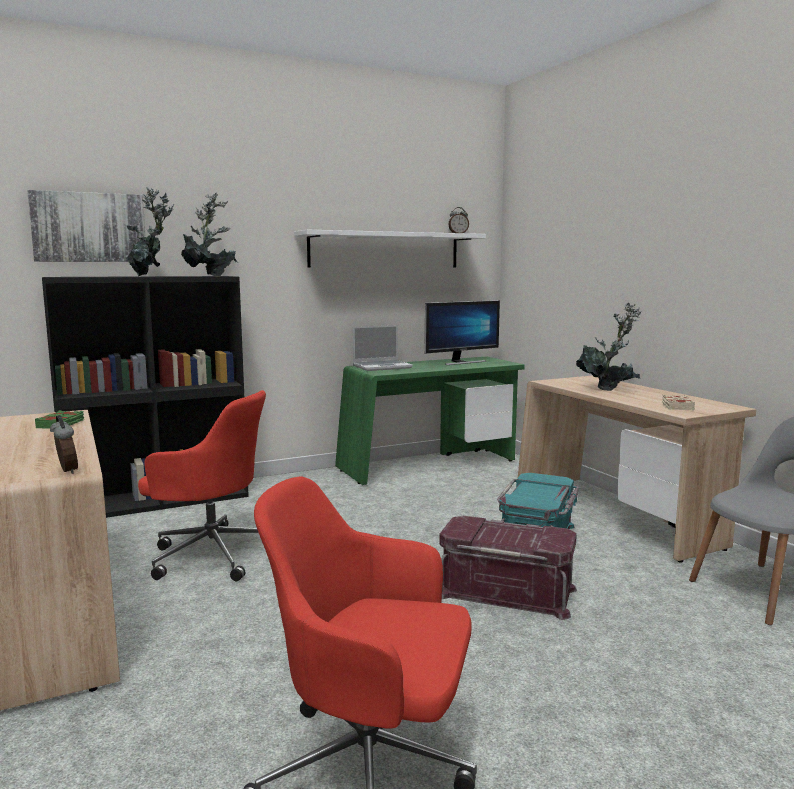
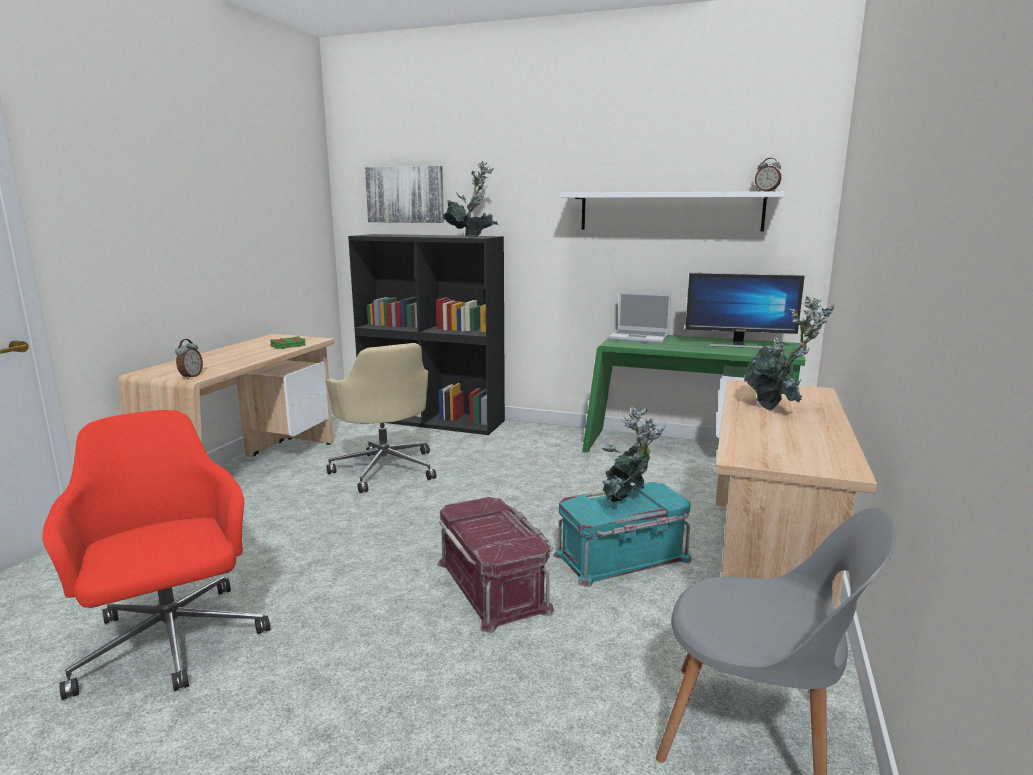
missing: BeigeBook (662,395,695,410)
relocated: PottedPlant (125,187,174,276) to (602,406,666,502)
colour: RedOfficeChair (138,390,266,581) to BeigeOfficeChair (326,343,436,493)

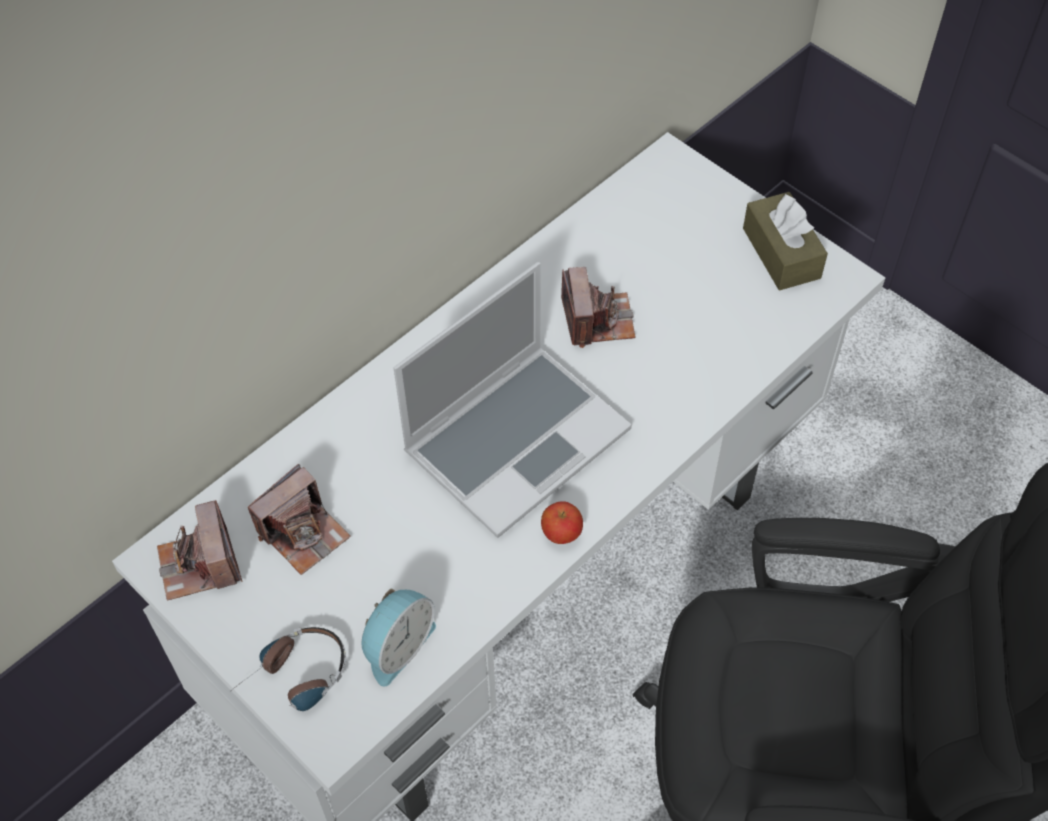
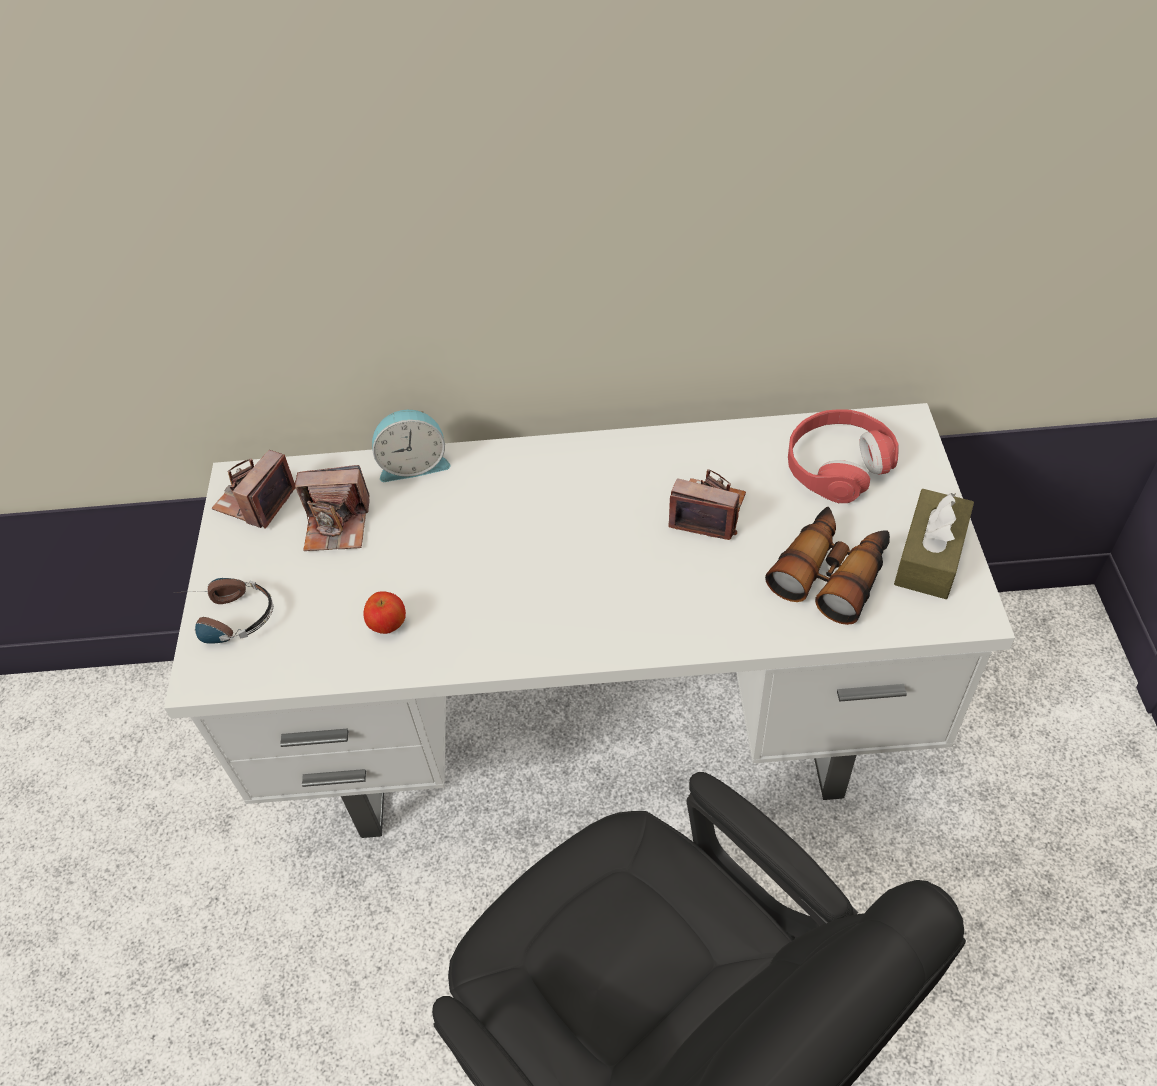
missing: Laptop (393,262,632,538)
appeared: Binoculars (765,507,890,625); RedHeadphones (788,409,899,503)
relocated: Apple (541,501,583,544) to (364,591,406,634); AlarmClock (362,589,436,686) to (372,410,450,482)
spun: PhotoCamera (561,267,636,348) = (669,469,746,540) 105 degrees counterclockwise

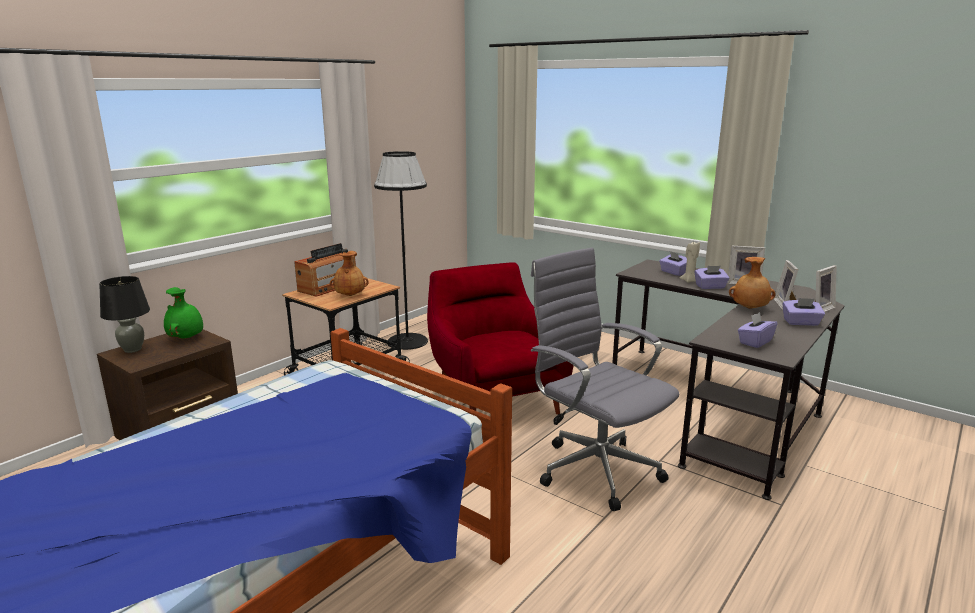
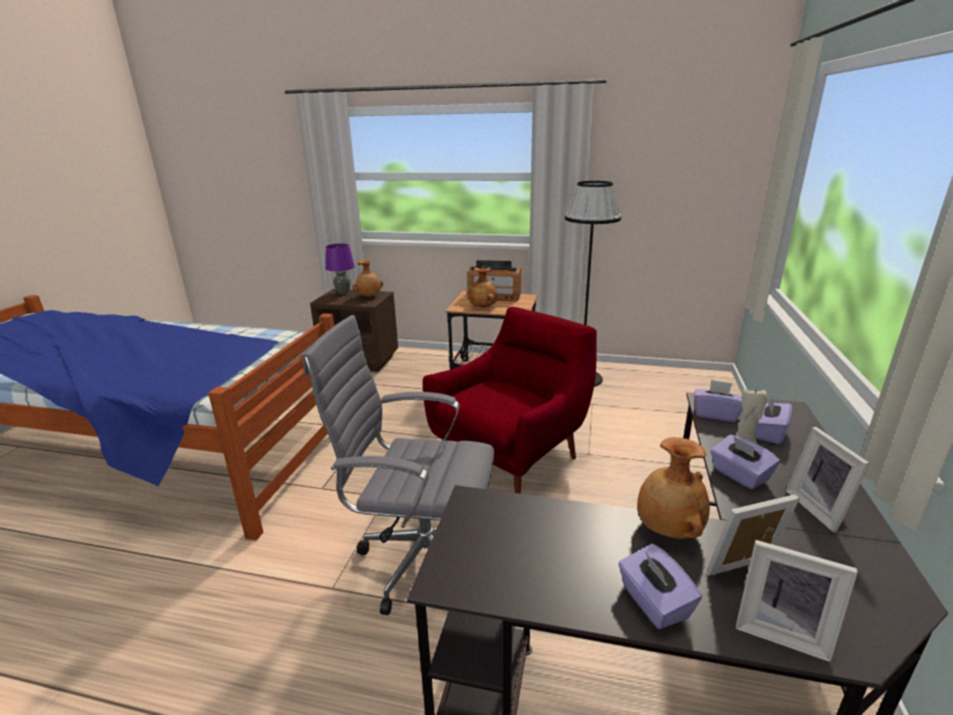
relocated: PurpleTissueBox (738,312,777,348) to (694,380,742,422)
colour: BlackTableLamp (99,276,150,353) to PurpleTableLamp (325,243,355,294); GreenVase (164,287,203,339) to BrownVase (352,260,383,297)
spun: GreyOfficeChair (531,248,679,511) = (303,315,494,615) 105 degrees counterclockwise

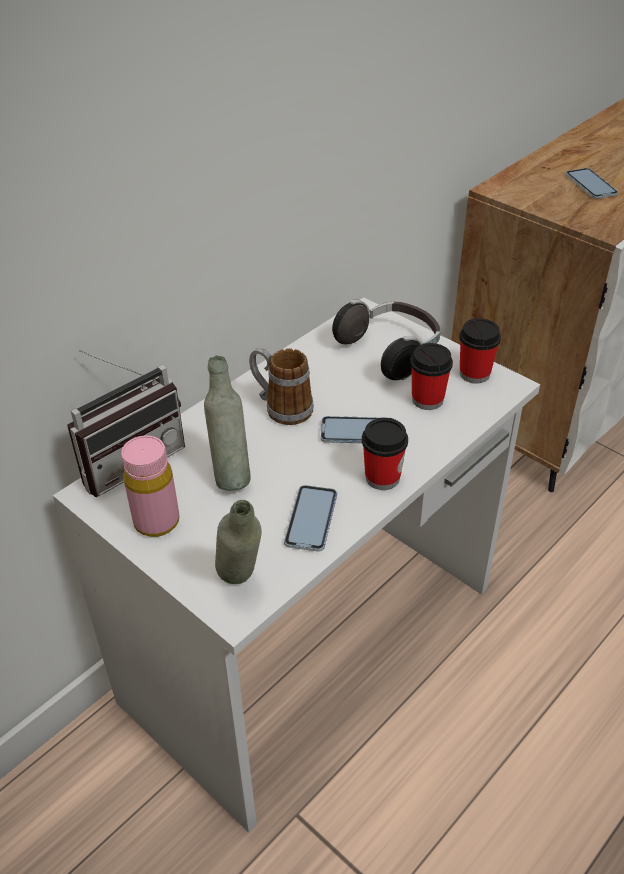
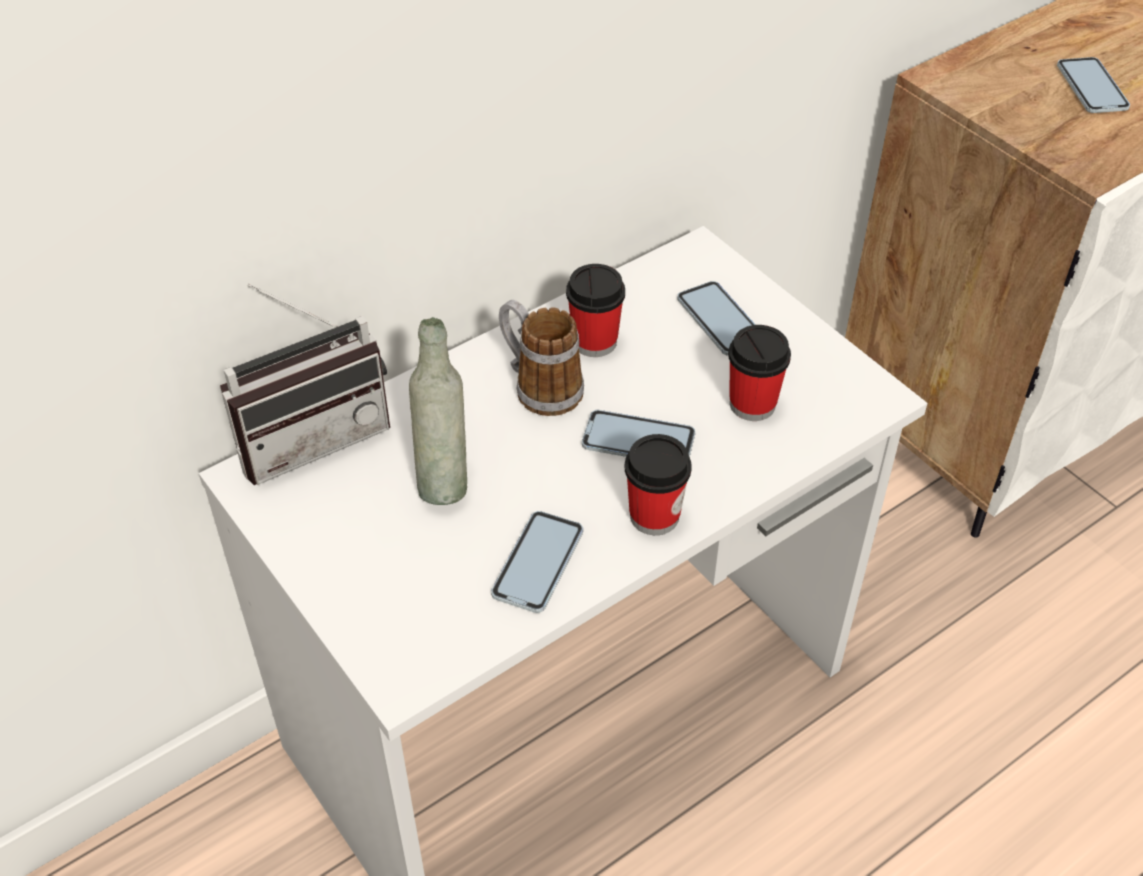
missing: PinkBottle (121,436,179,537); GreyBottle (215,500,262,584)
relocated: Cup (460,318,501,384) to (566,264,625,357)
exchanged: Headphones (332,299,441,380) to Phone (677,281,756,356)

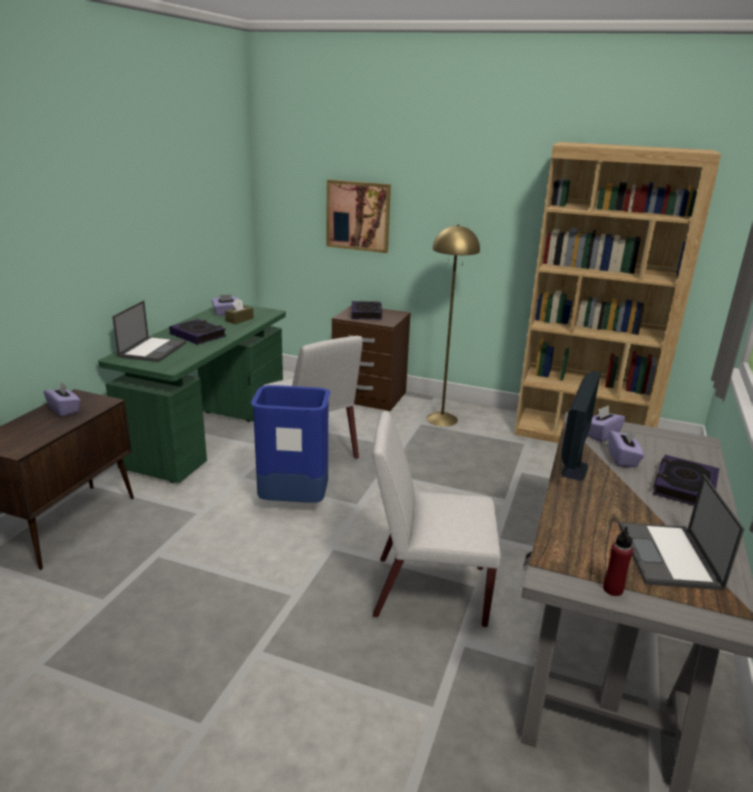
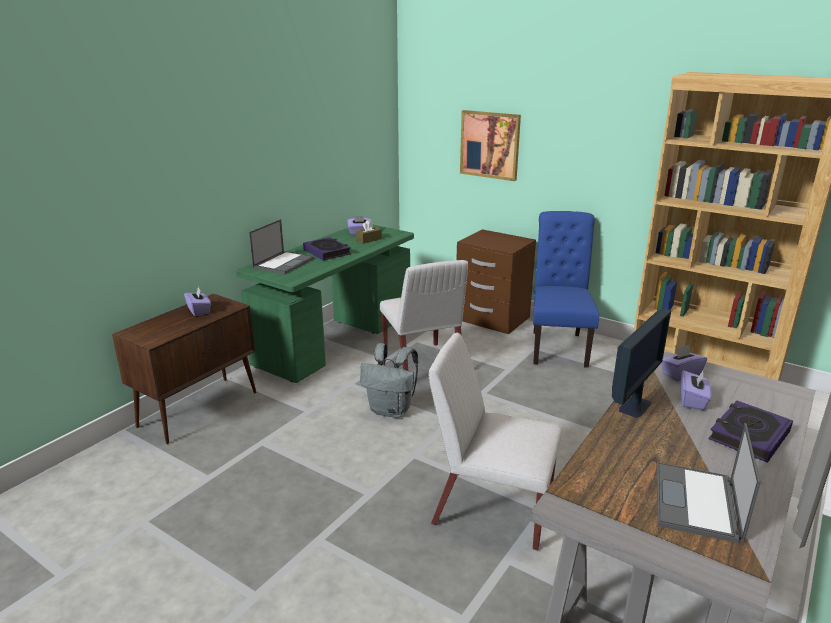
missing: Book (351,301,382,320); RedBottle (603,526,633,596)
exchanged: BlueTrashCan (251,385,331,503) to GreyBackpack (360,343,418,418); YellowFloorLamp (426,224,480,426) to BlueChair (533,211,599,368)

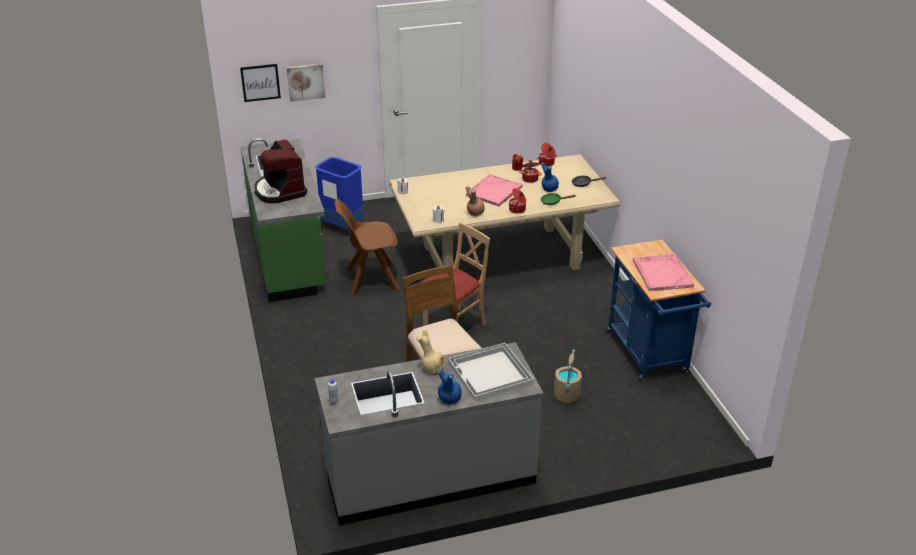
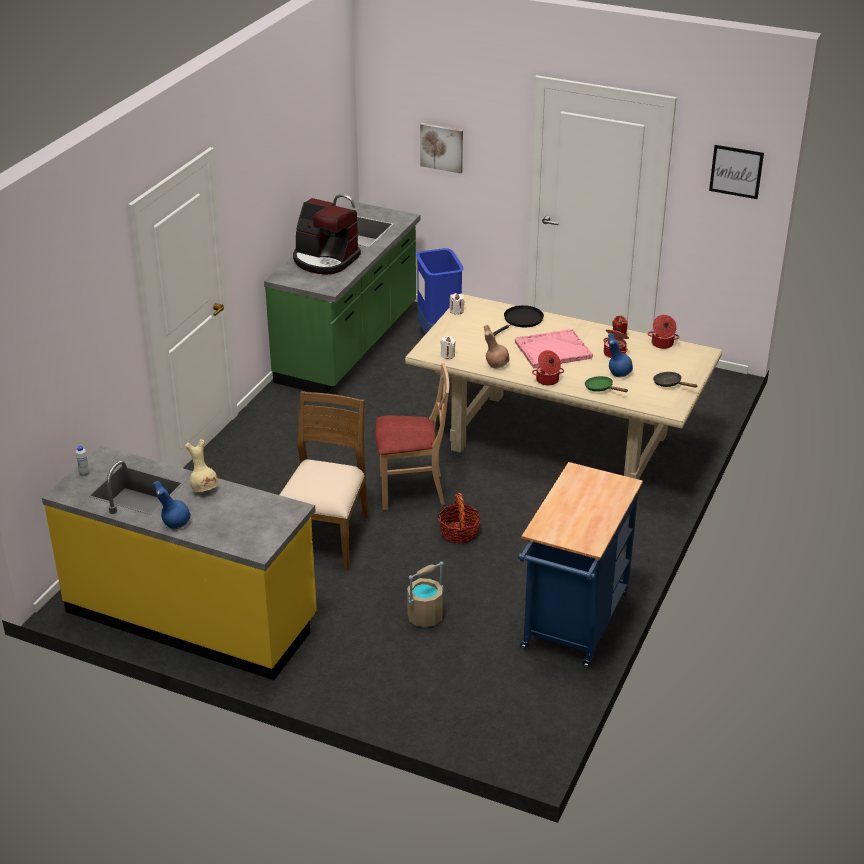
missing: BrownChair (335,199,399,295); WhiteTray (448,343,534,401); PinkTray (633,254,694,291)
appeared: Basket (438,493,481,543); BlackFryingPan (493,305,544,336)
relocated: Picture (240,64,281,102) to (709,145,764,199)
colour: GreyCounter (314,342,543,526) to YellowCounter (42,445,317,680)
spun: CoffeeMachine (254,139,307,203) = (293,198,361,275) 75 degrees counterclockwise

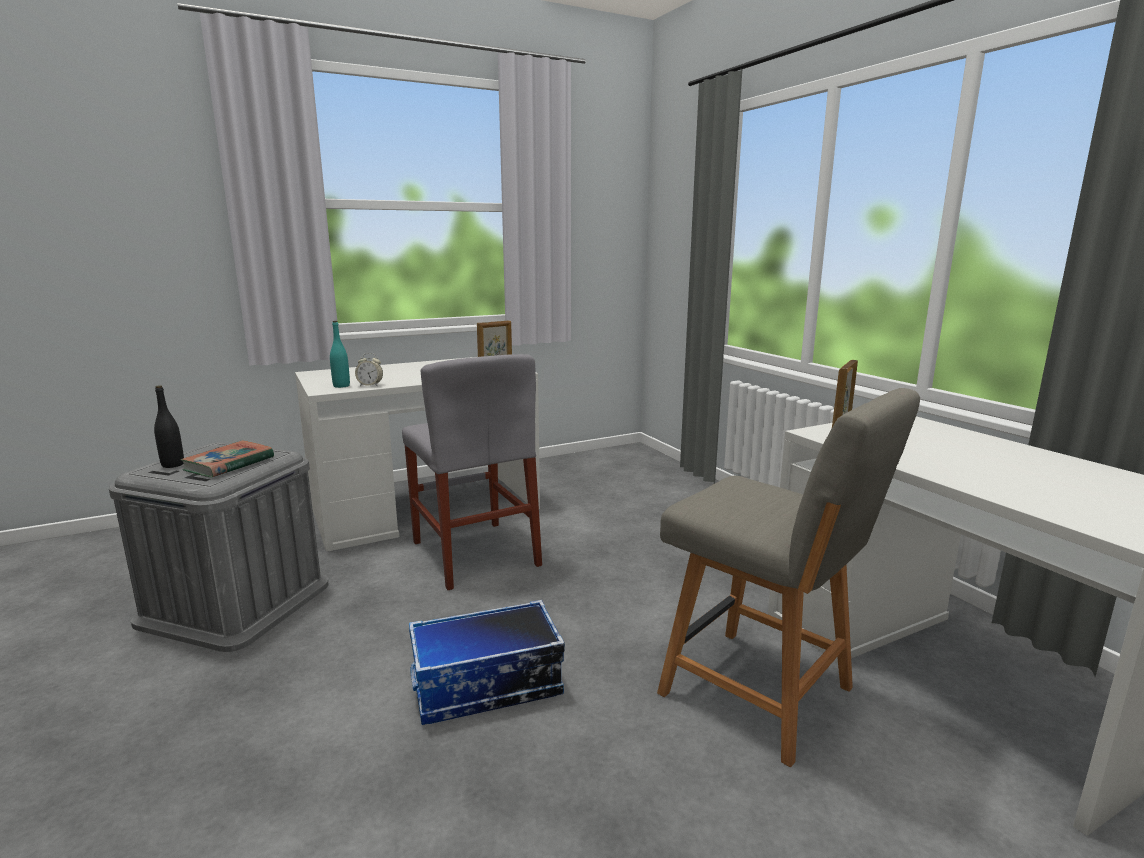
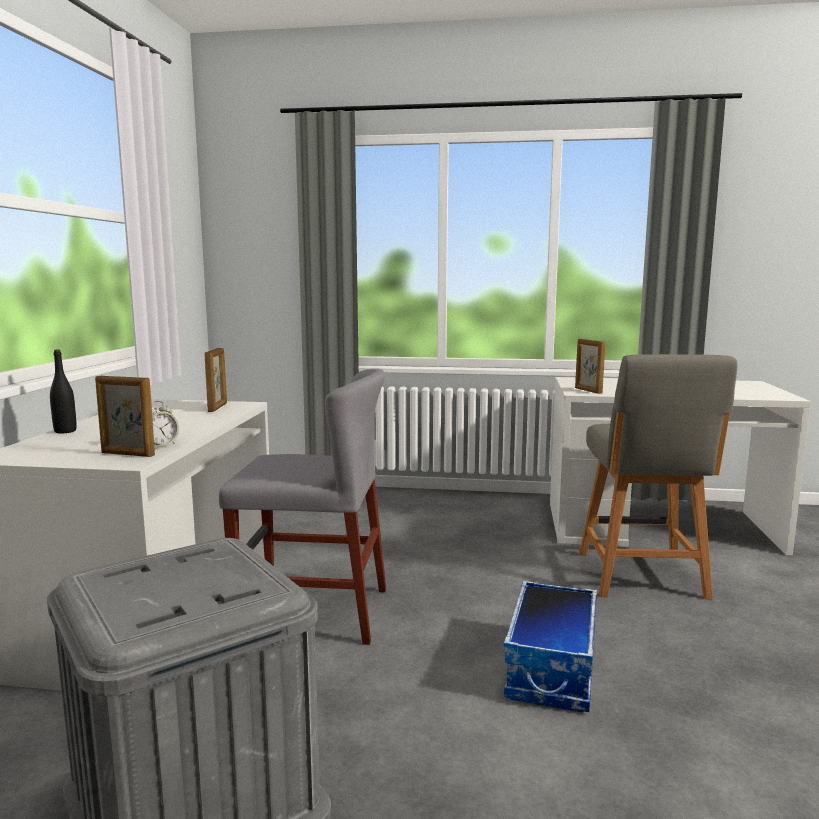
missing: Book (180,440,274,477)
relocated: BlackBottle (154,385,184,468) to (50,350,76,433)
exchanged: TurquoiseBottle (330,321,350,388) to PictureFrame (95,376,155,457)
spun: GreyChair (657,388,920,767) = (579,354,737,600) 105 degrees clockwise

